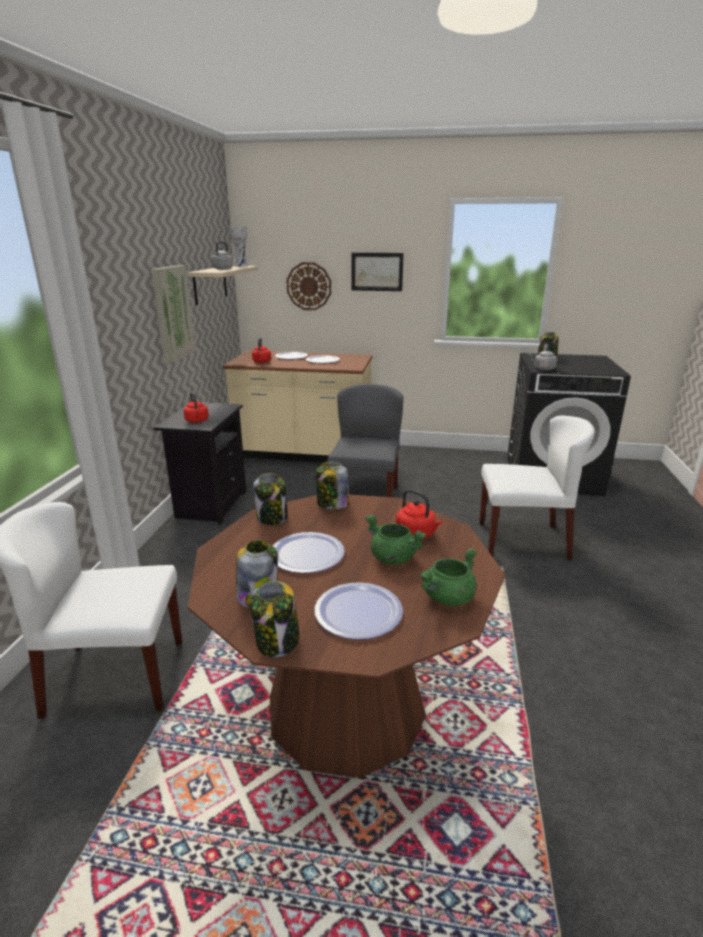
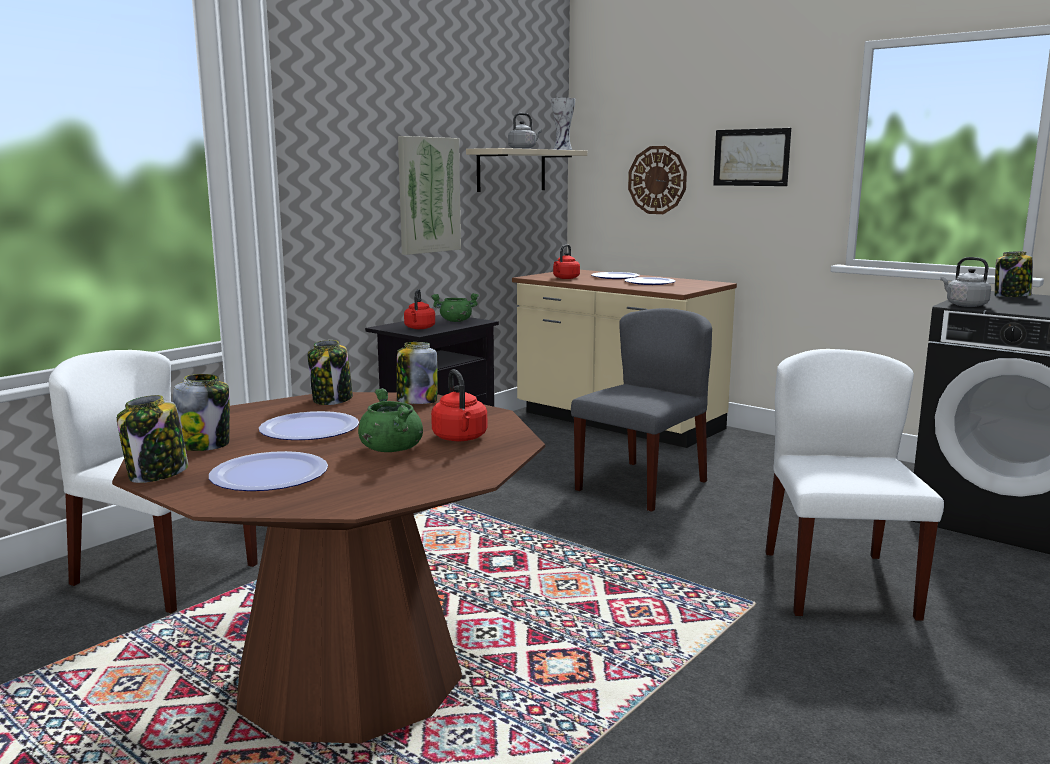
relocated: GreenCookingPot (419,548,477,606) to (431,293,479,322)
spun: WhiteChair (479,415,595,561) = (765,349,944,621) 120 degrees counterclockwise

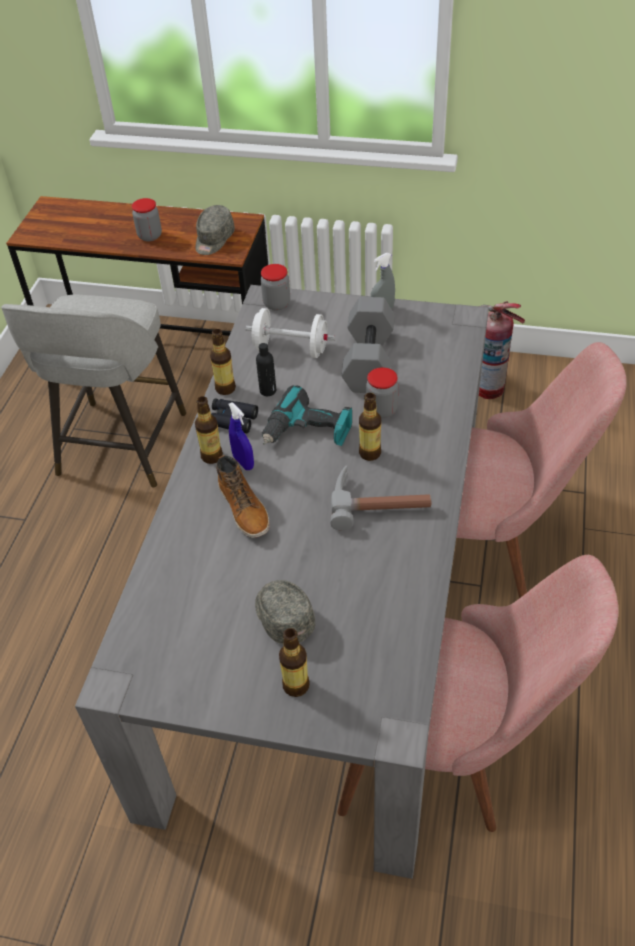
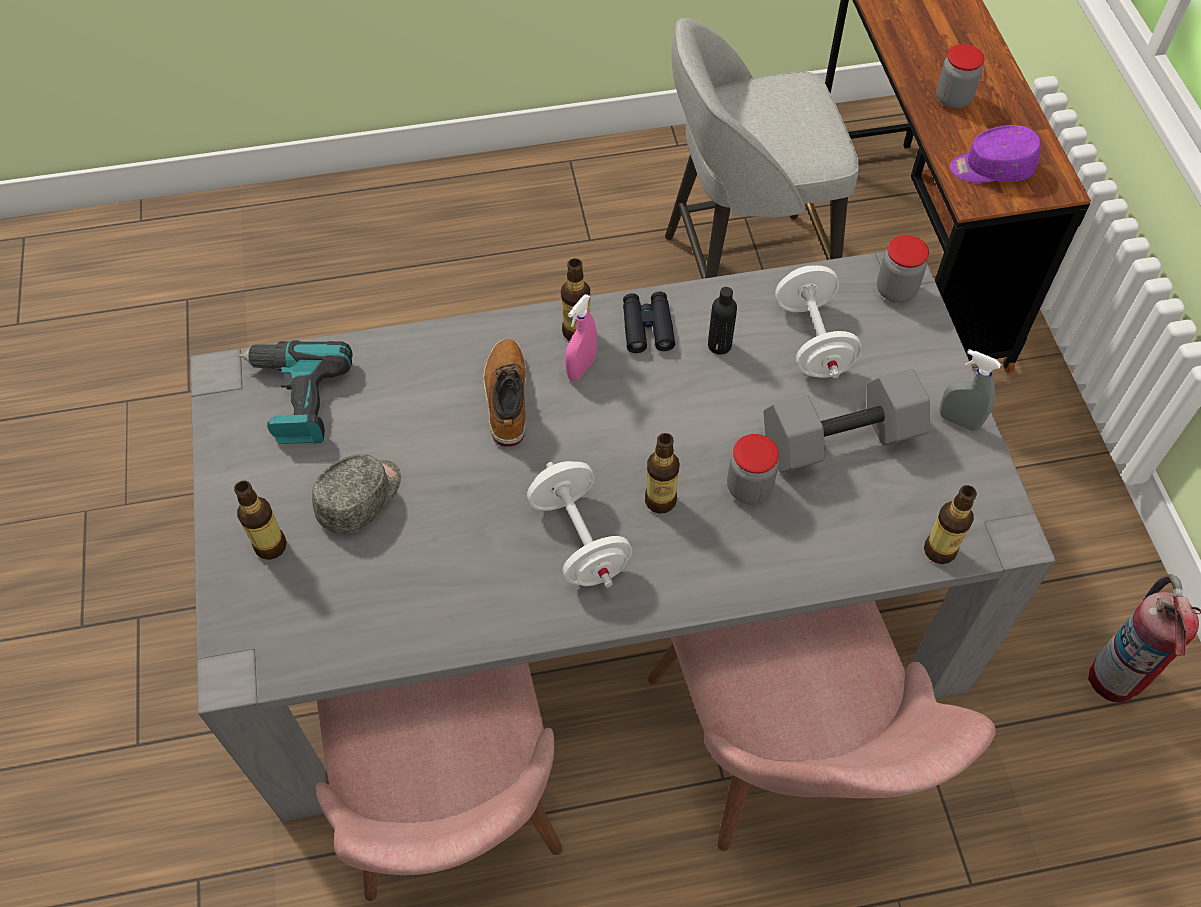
relocated: PowerDrill (262,385,352,446) to (238,340,353,444); Bottle (210,329,236,395) to (924,485,977,564)
exchanged: Hammer (330,466,431,531) to WhiteDumbbell (527,461,632,587)
colour: BlueSprayBottle (228,402,254,470) to PinkSprayBottle (565,294,597,381); GreyCap (195,205,235,255) to PurpleCap (950,125,1041,183)
spun: Boot (216,455,270,538) = (483,339,526,447) 135 degrees clockwise

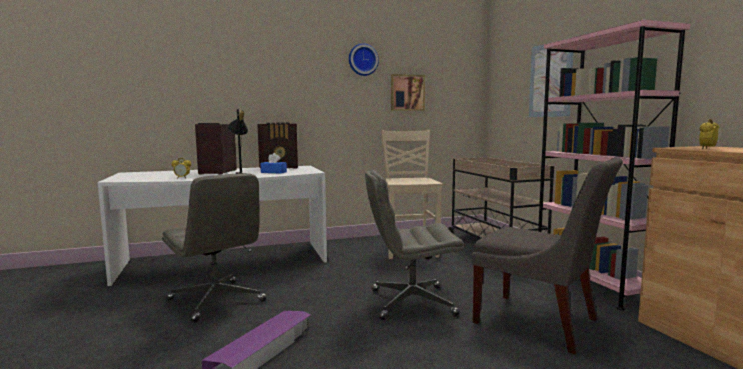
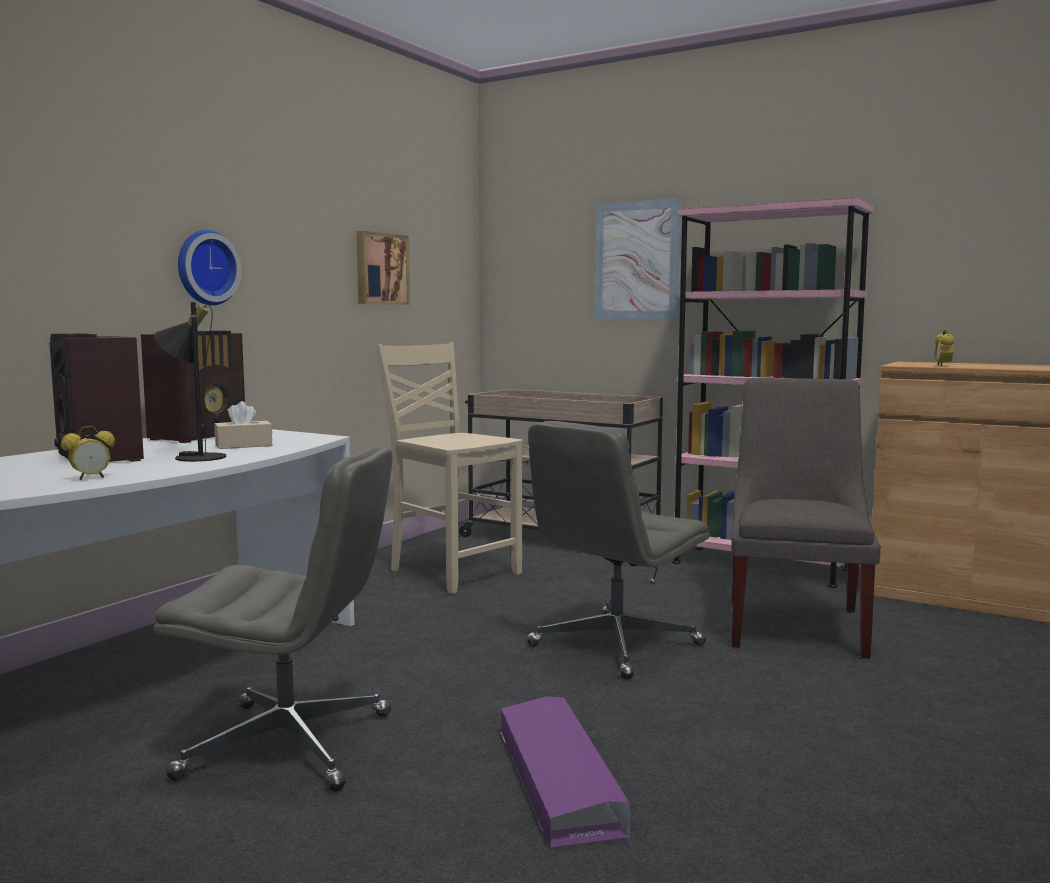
relocated: WallClock (349,43,379,76) to (178,230,242,305)
colour: BlueTissueBox (261,153,287,173) to BeigeTissueBox (214,401,272,449)
spun: GreyChair (472,157,623,354) = (731,378,881,659) 75 degrees counterclockwise

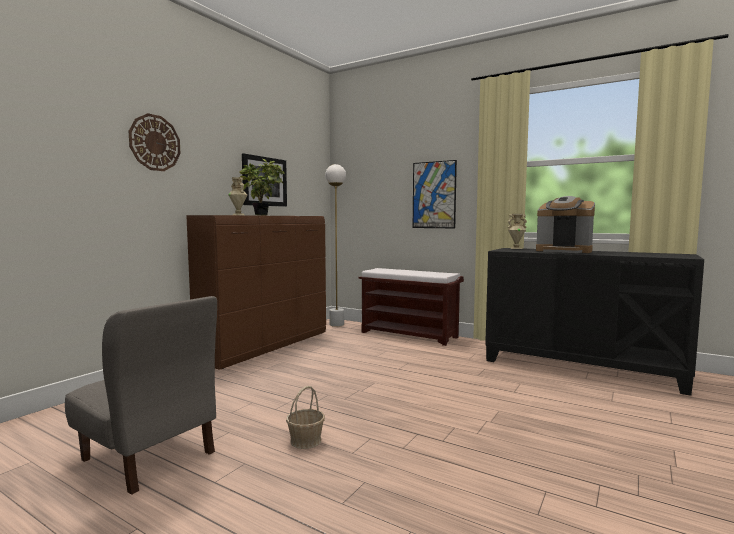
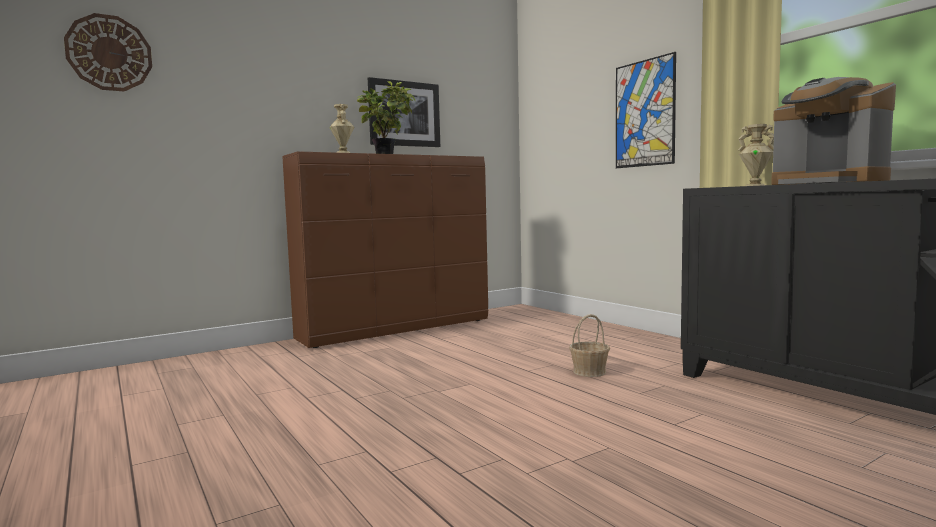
missing: GreyChair (65,296,217,495); WhiteFloorLamp (325,164,346,327); BrownBench (359,268,464,346)
relocated: WallClock (129,113,181,171) to (64,13,152,92); Basket (286,386,325,449) to (569,314,610,377)

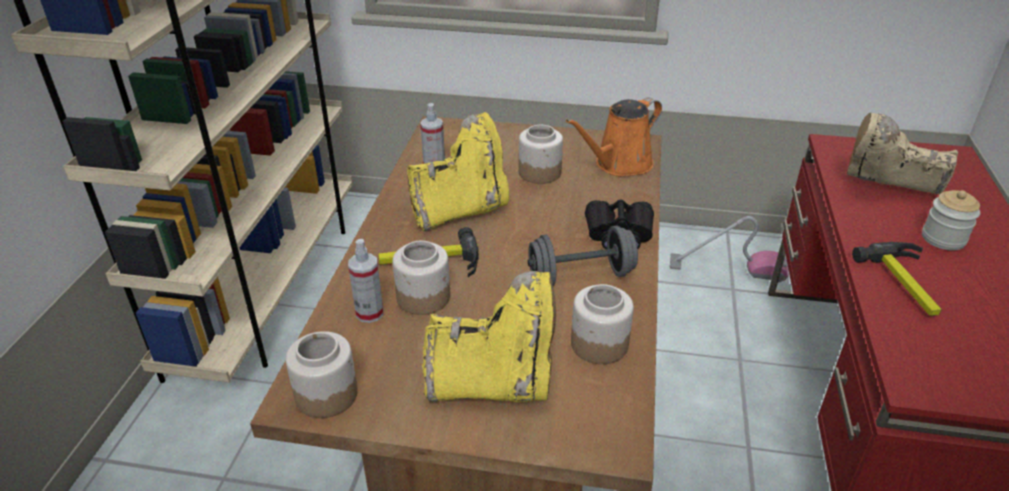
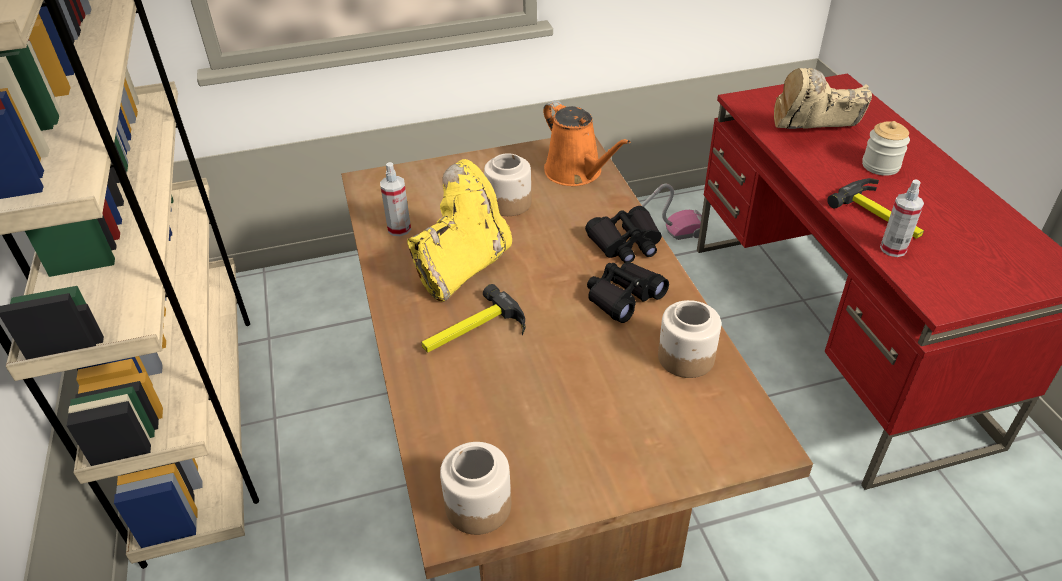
missing: Jar (392,240,450,315); YellowBoot (422,271,556,402)
relocated: SprayBottle (348,239,383,323) to (880,179,924,257)
exchanged: GreyDumbbell (528,226,638,286) to BlackBinoculars (587,263,669,323)
spun: OrangeWateringCan (566,98,662,176) = (543,100,630,186) 60 degrees counterclockwise

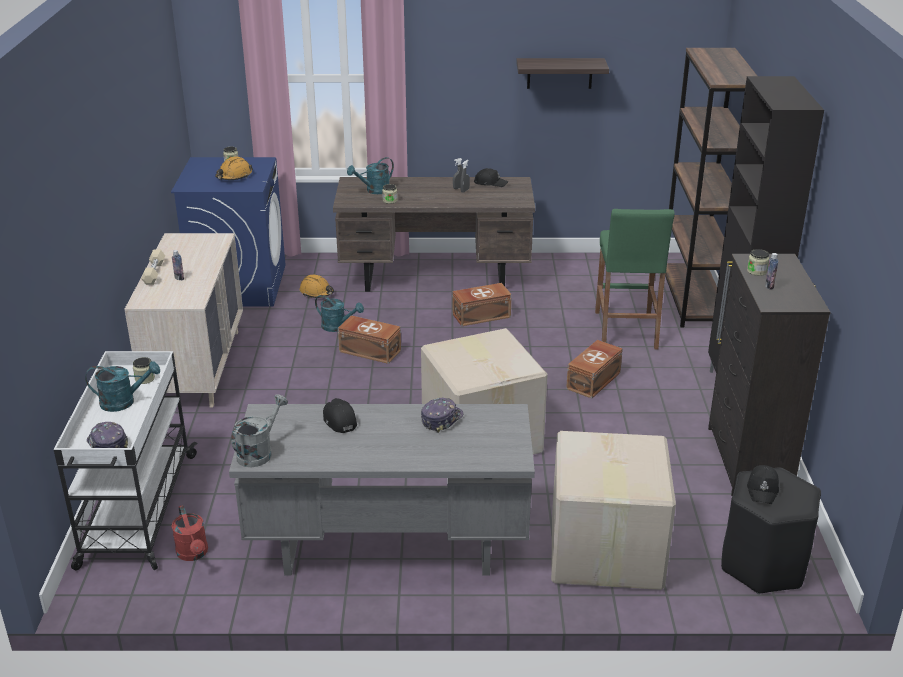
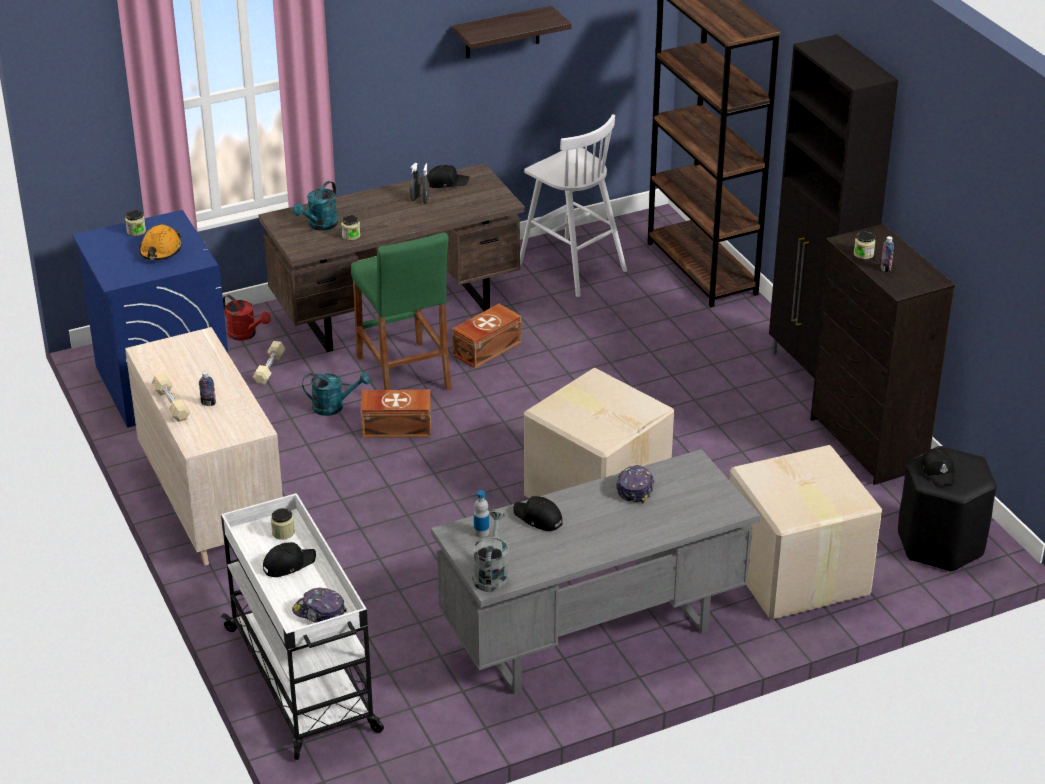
missing: BrownStorageBox (566,340,623,399)
appeared: Bottle (474,490,489,537); WhiteStool (520,114,627,297)
relocated: RedWateringCan (171,505,208,561) to (223,295,271,341); GreenStool (595,209,675,350) to (351,233,452,391)
exchanged: OrangeHardHat (299,275,334,298) to BeigeDumbbell (253,341,286,384); TurquoiseWateringCan (85,361,160,412) to BlackCap (263,542,316,577)

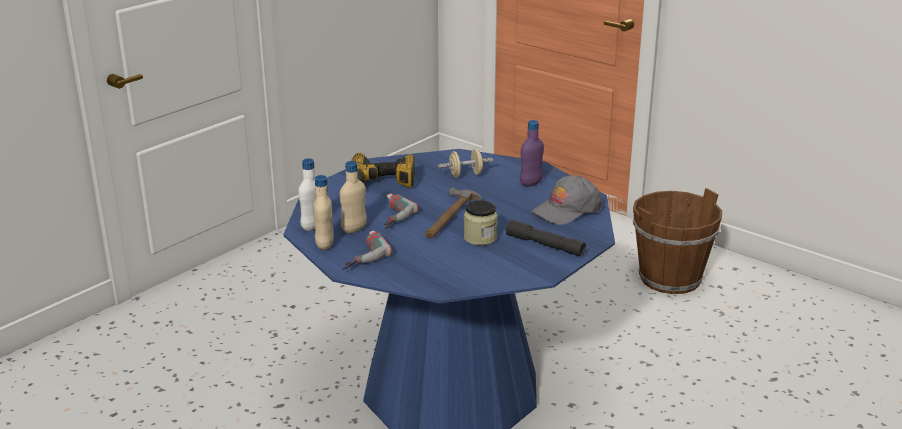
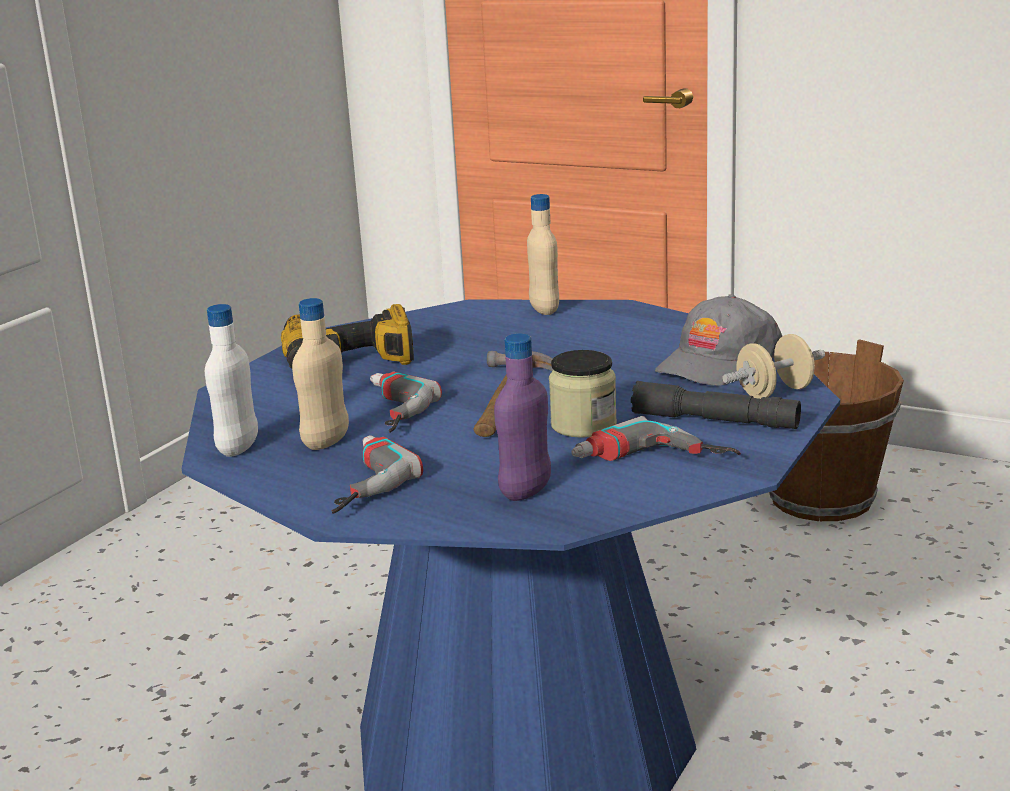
appeared: PowerDrill (571,416,741,461)
relocated: PurpleBottle (520,120,544,187) to (494,334,551,501); BeigeBottle (313,175,333,250) to (527,194,559,315); BeigeDumbbell (438,149,493,177) to (722,334,825,399)

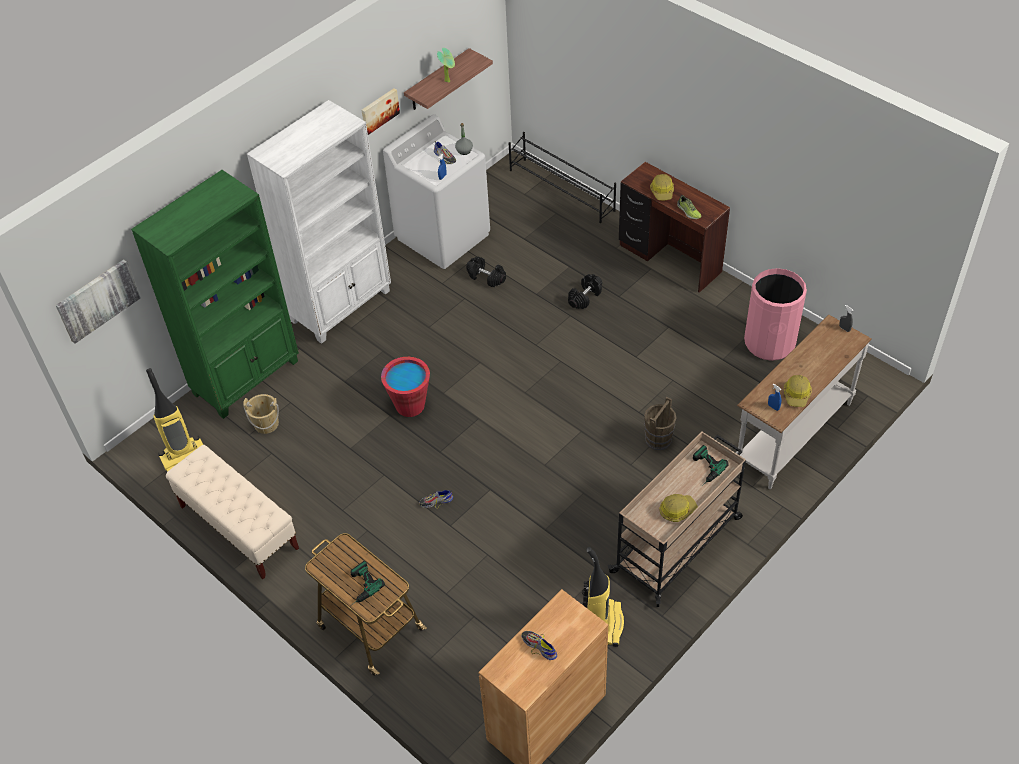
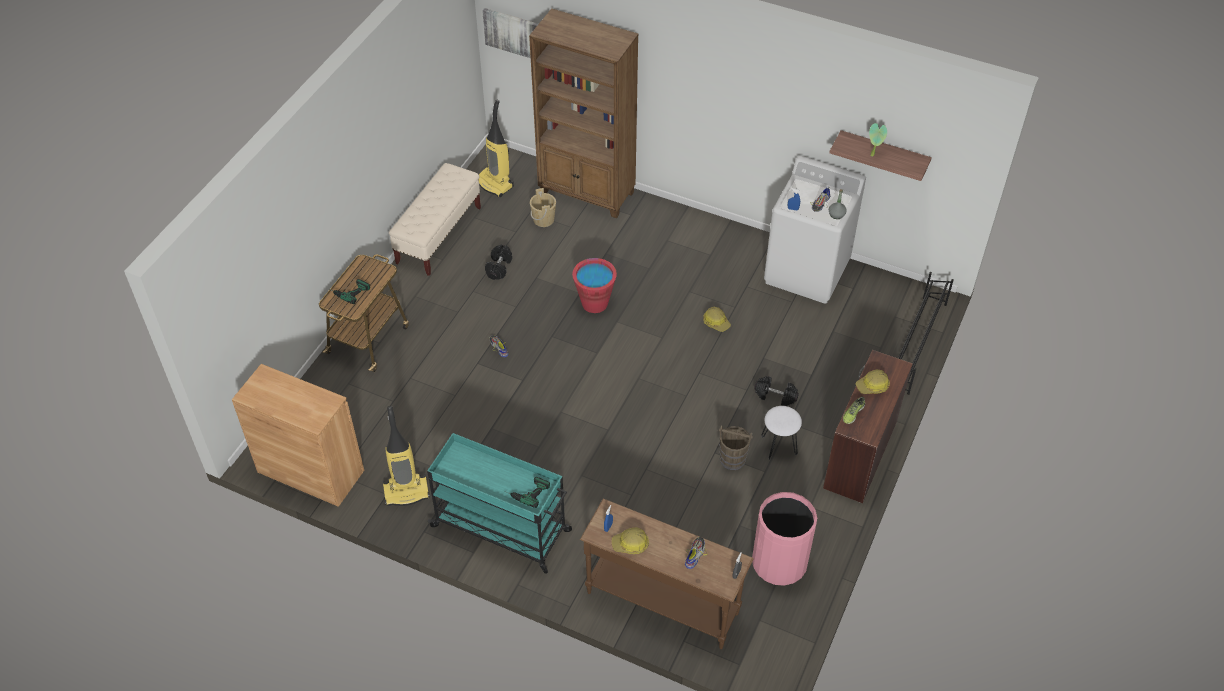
missing: WhiteBookcase (247,100,391,344); Picture (361,88,400,135)
appeared: WhiteStool (761,406,802,460)
relocated: BlackDumbbell (466,257,506,287) to (485,245,512,280); Shoe (521,631,557,660) to (685,537,707,569); HardHat (660,494,698,522) to (703,307,731,332); BrownBucket (644,396,676,450) to (719,426,753,470)
colour: BeigeCart (608,432,746,607) to TurquoiseCart (427,433,572,574); GreenBookcase (131,170,299,419) to BrownBookcase (529,8,639,218); WhiteConsoleTable (736,315,872,489) to BrownConsoleTable (580,498,754,649)

